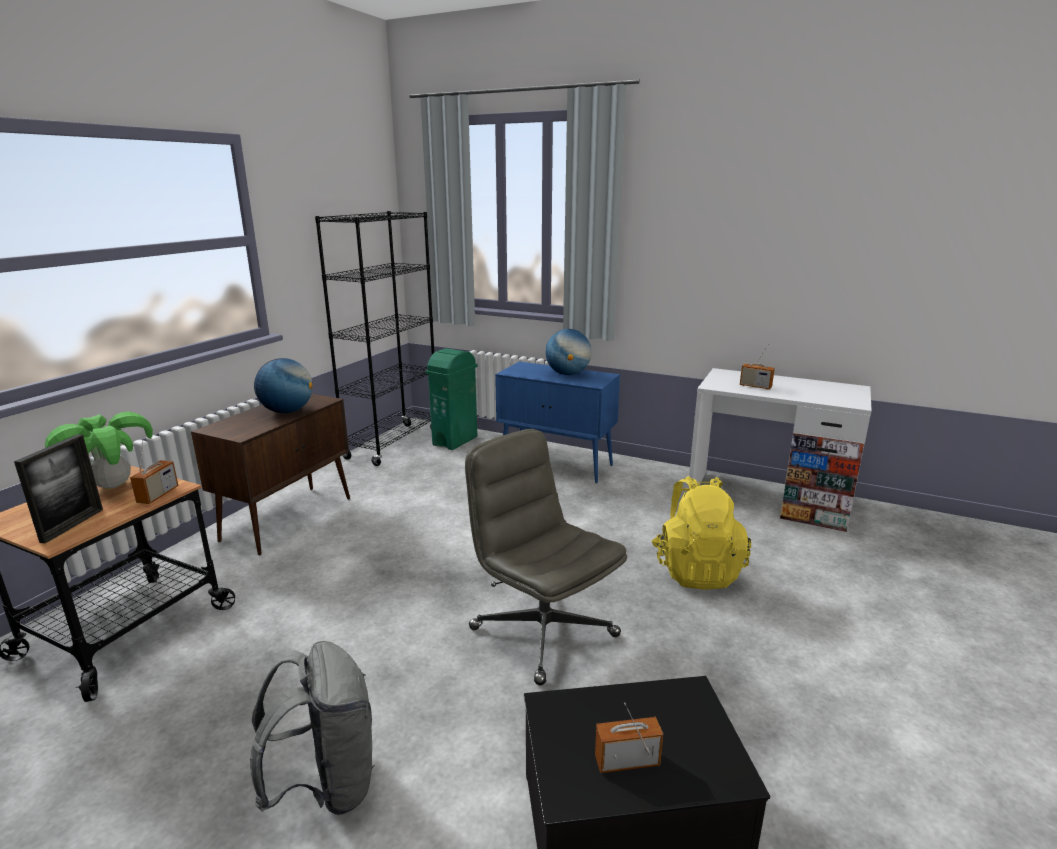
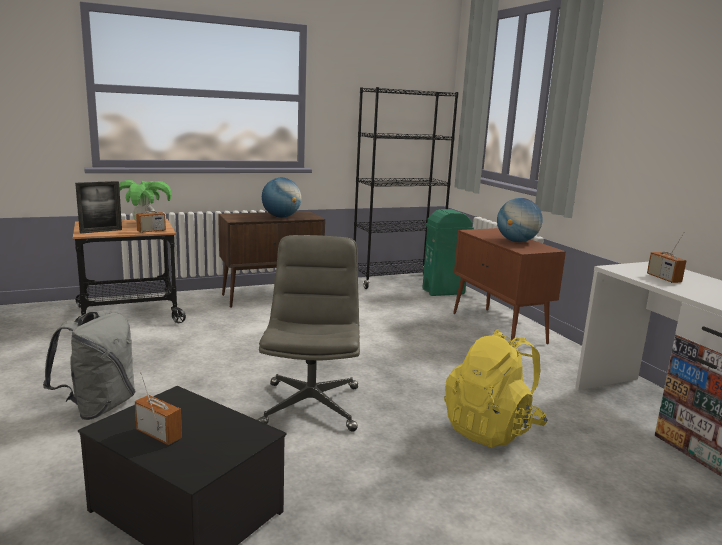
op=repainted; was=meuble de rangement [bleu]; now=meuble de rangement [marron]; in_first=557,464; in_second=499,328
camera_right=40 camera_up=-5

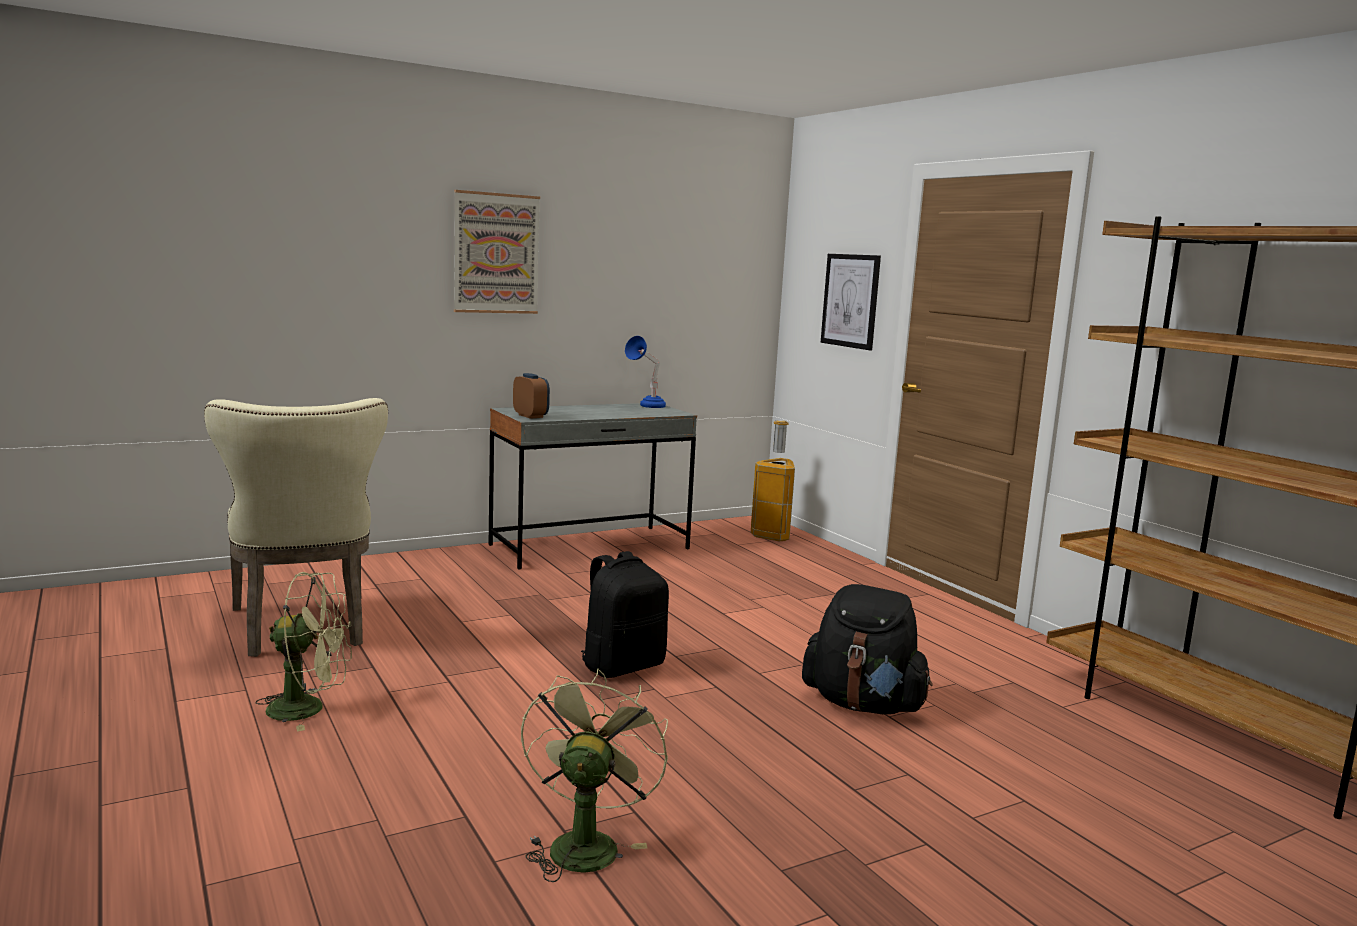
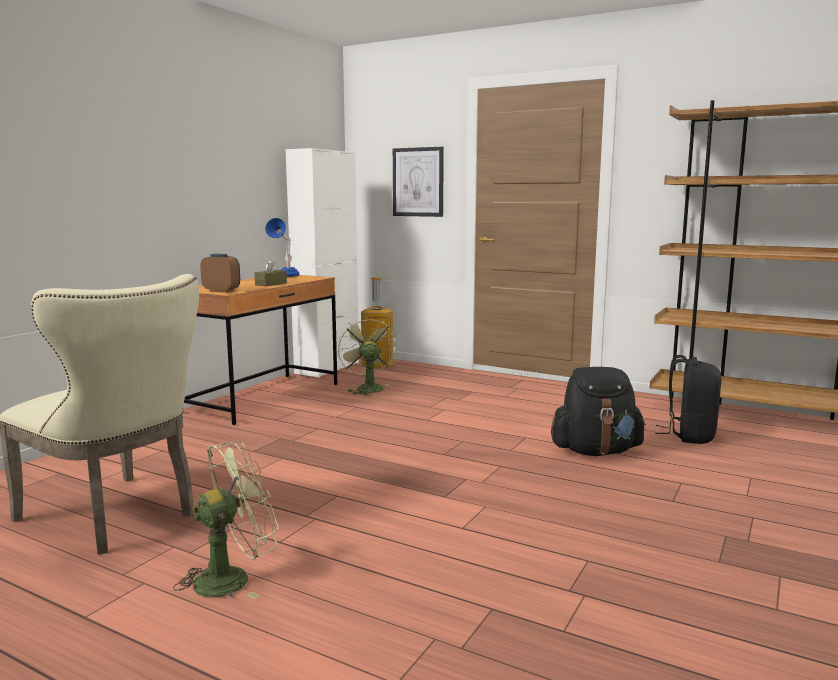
op=repainted; was=bureau [gris]; now=bureau [marron]; in_first=590,547; in_second=264,398
op=new; now=boîte à mouchoirs [marron]; in_second=271,284
op=new; now=meuble de rangement [blanc]; in_second=327,368
op=shifted; was=ventilateur [vert]; in_first=585,843; in_second=367,388
op=shifted; was=sac à dos [noir]; in_first=623,666; in_second=689,435
op=gone; was=tableau; in_first=496,253
camera_right=-30 camera_up=0

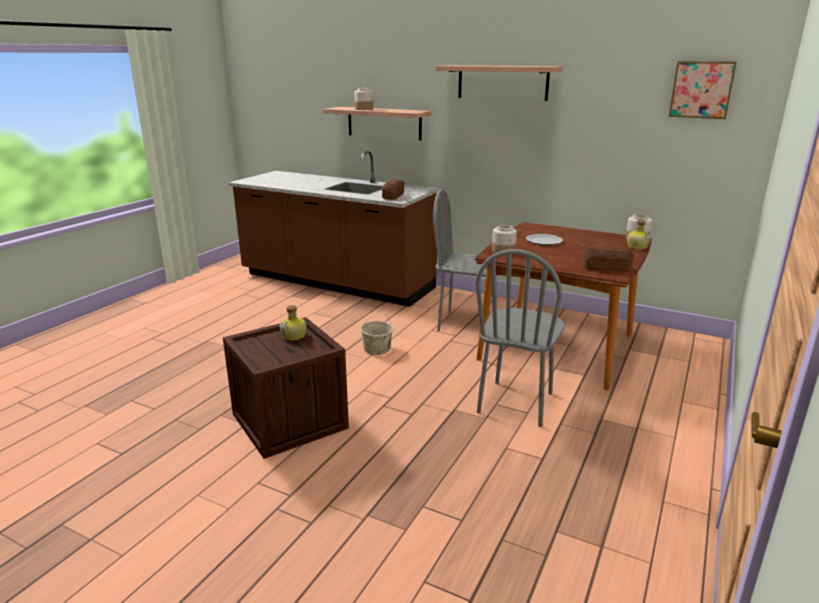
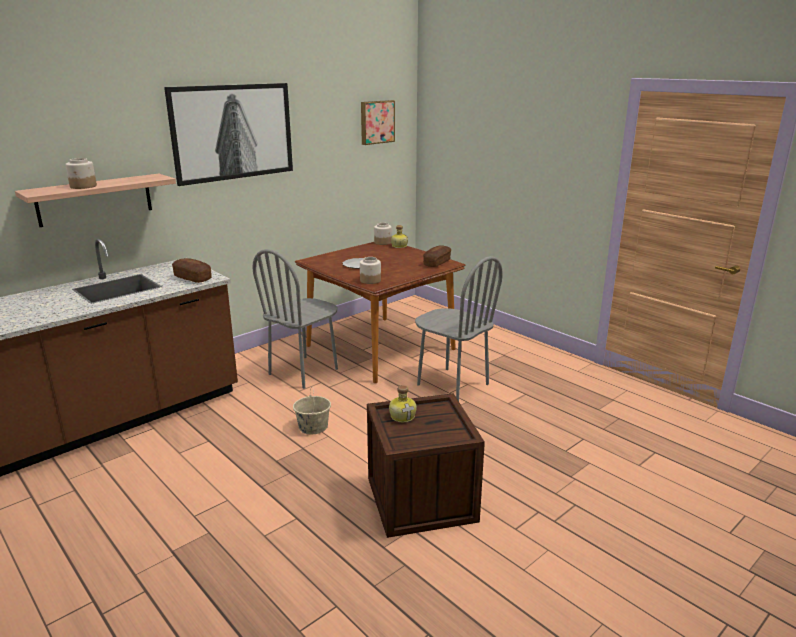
op=swapped; was=étagère; now=tableau; in_first=502,82; in_second=233,132
camera_right=-70 camera_up=0

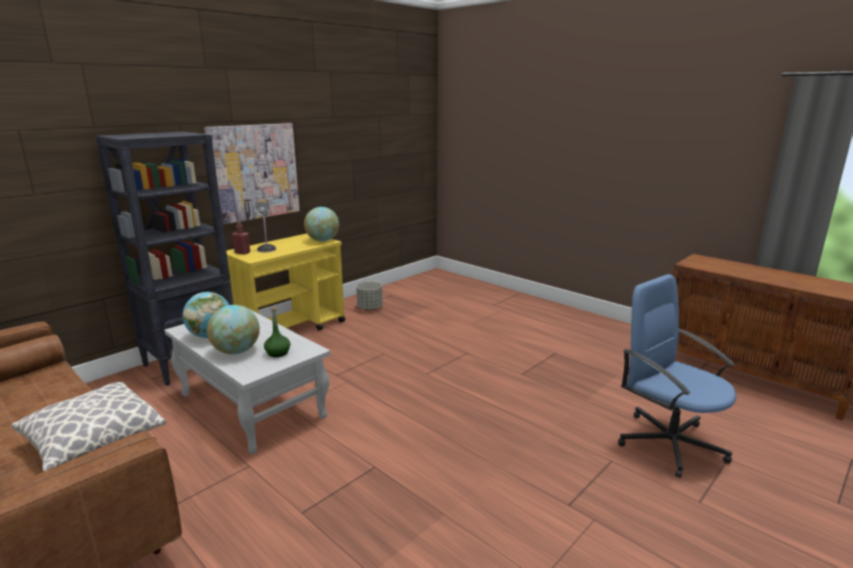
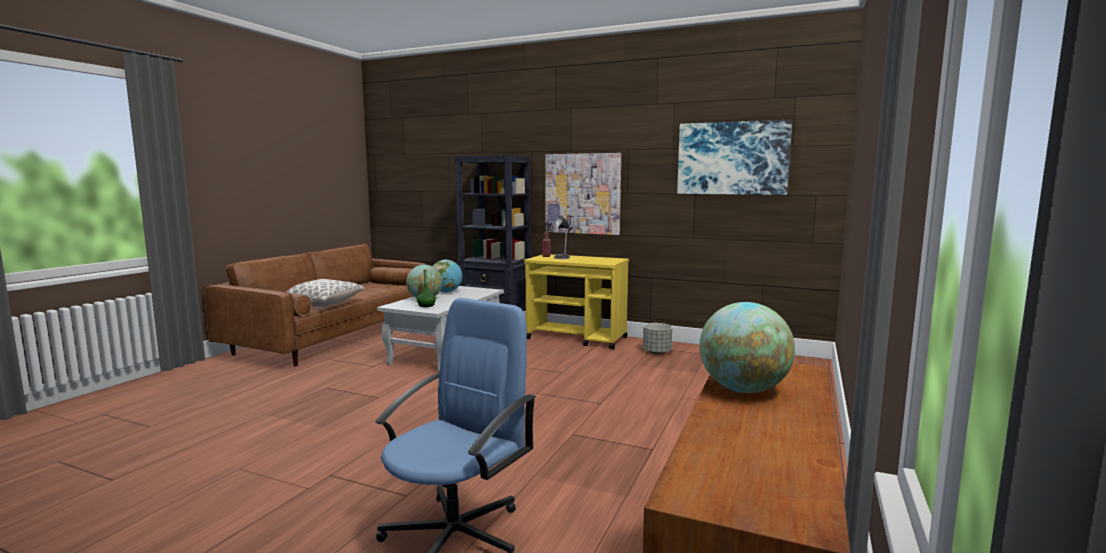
op=new; now=tableau; in_second=732,158
op=shifted; was=globe; in_first=322,240; in_second=743,390
camera_right=70 camera_up=-10

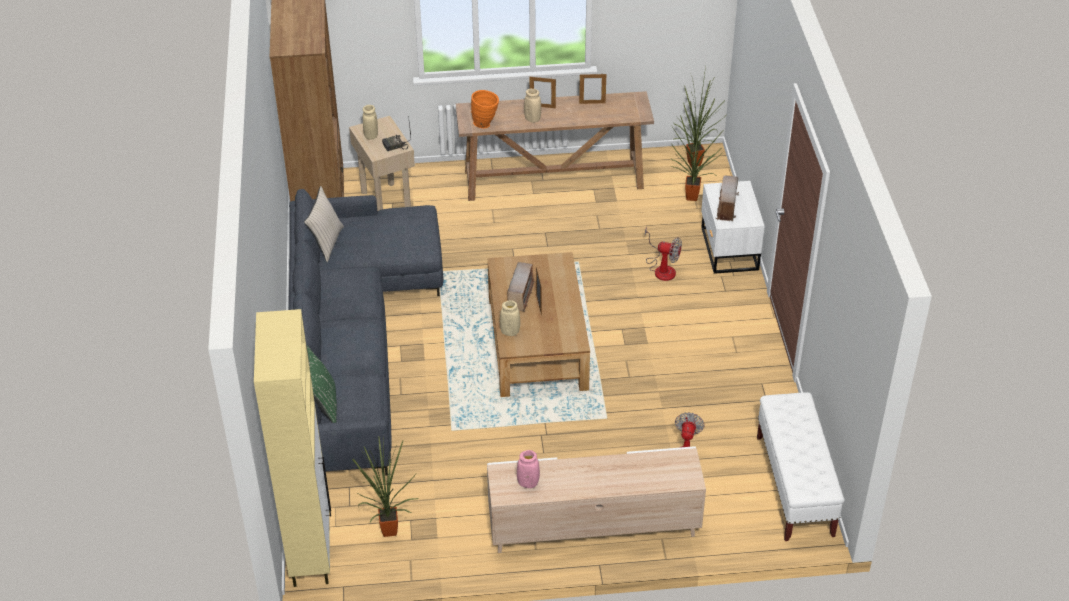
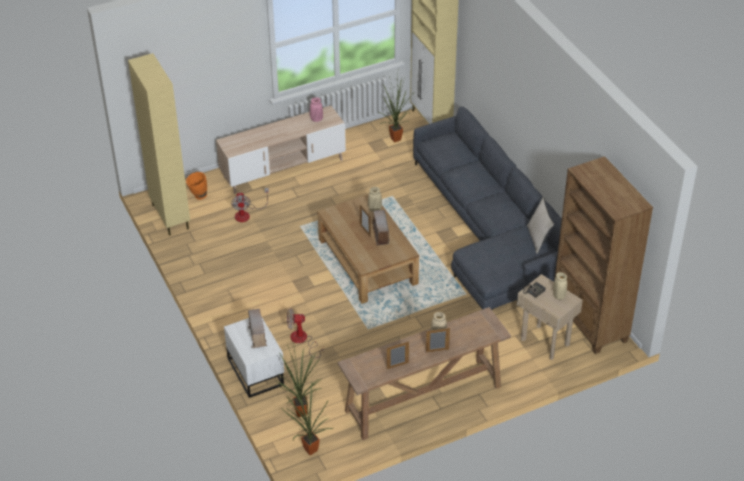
op=swapped; was=banc [blanc]; now=meuble de rangement [beige]; in_first=794,486; in_second=170,216
op=shifted; was=vase [orange]; in_first=486,124; in_second=198,196
op=gone; was=coussin [vert]; in_first=324,405
camera_right=160 camera_up=0

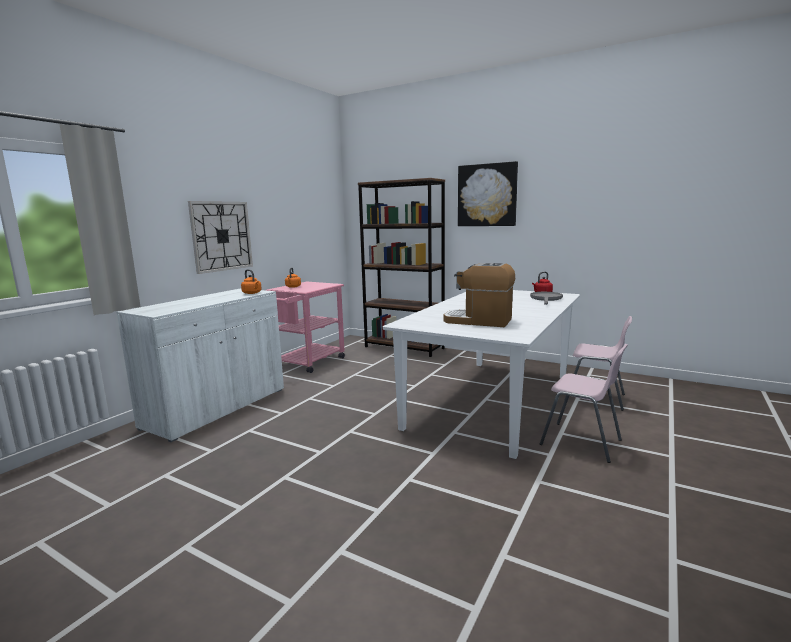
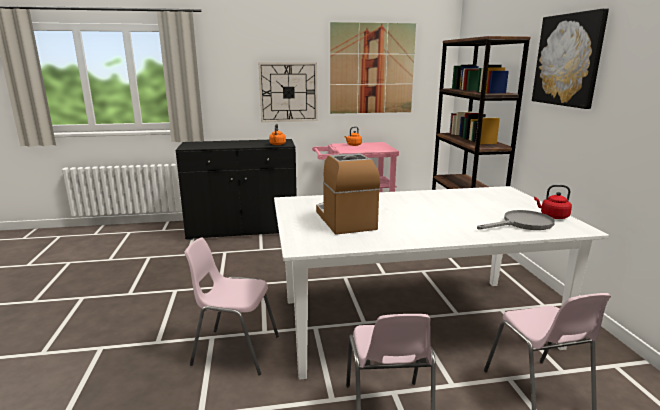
op=repainted; was=meuble de rangement [blanc]; now=meuble de rangement [noir]; in_first=217,408; in_second=243,229
op=new; now=chaise [rose]; in_second=235,350
op=new; now=tableau; in_second=372,69
camera_right=50 camera_up=5

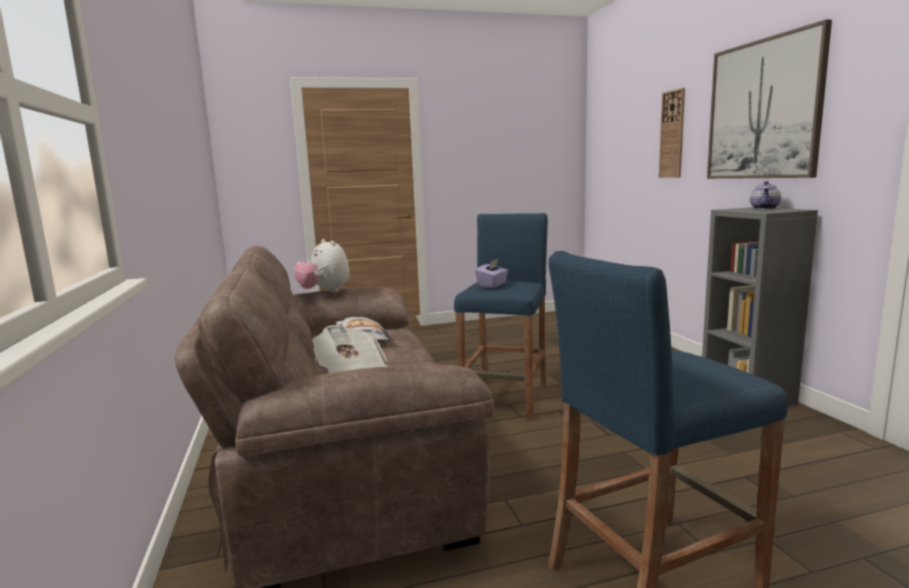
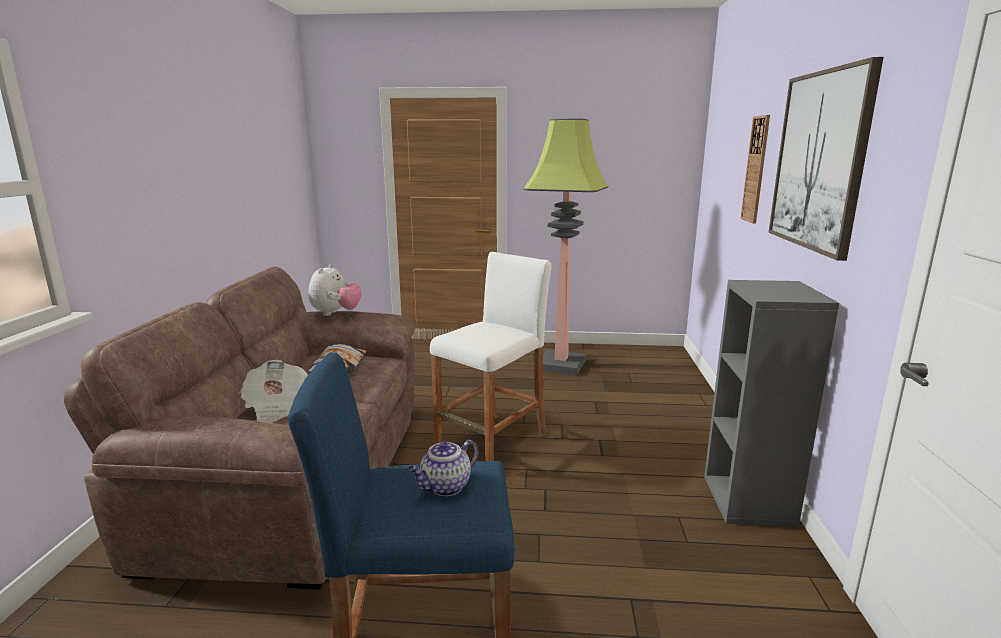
op=rotated; was=peluche; in_first=325,292; in_second=336,313; clockwise=-150
op=shifted; was=théière; in_first=764,208; in_second=445,487
op=repainted; was=tabouret [bleu]; now=tabouret [blanc]; in_first=506,397; in_second=492,442
op=new; now=lampadaire; in_second=561,365
op=gone; was=boîte à mouchoirs [violet]; in_first=492,285
camera_right=20 camera_up=5

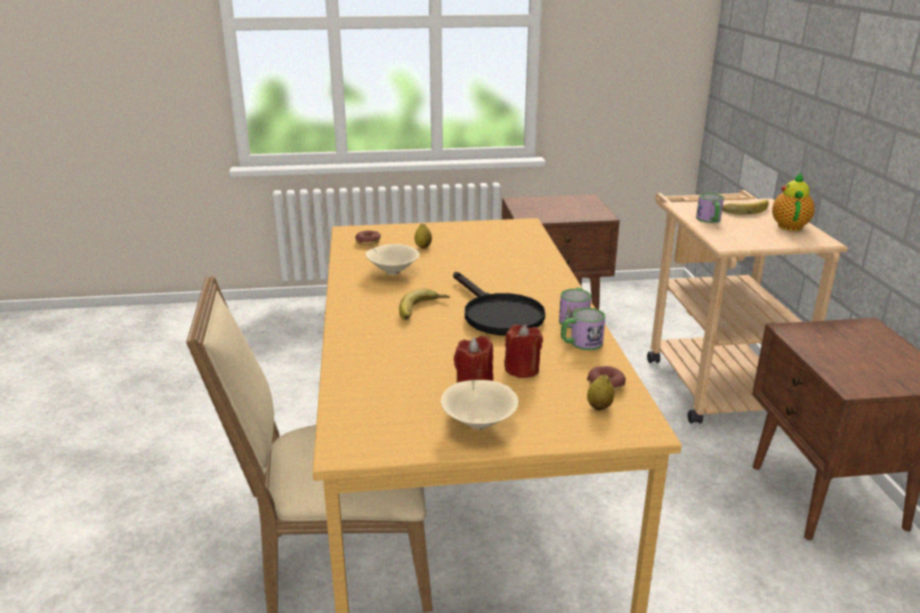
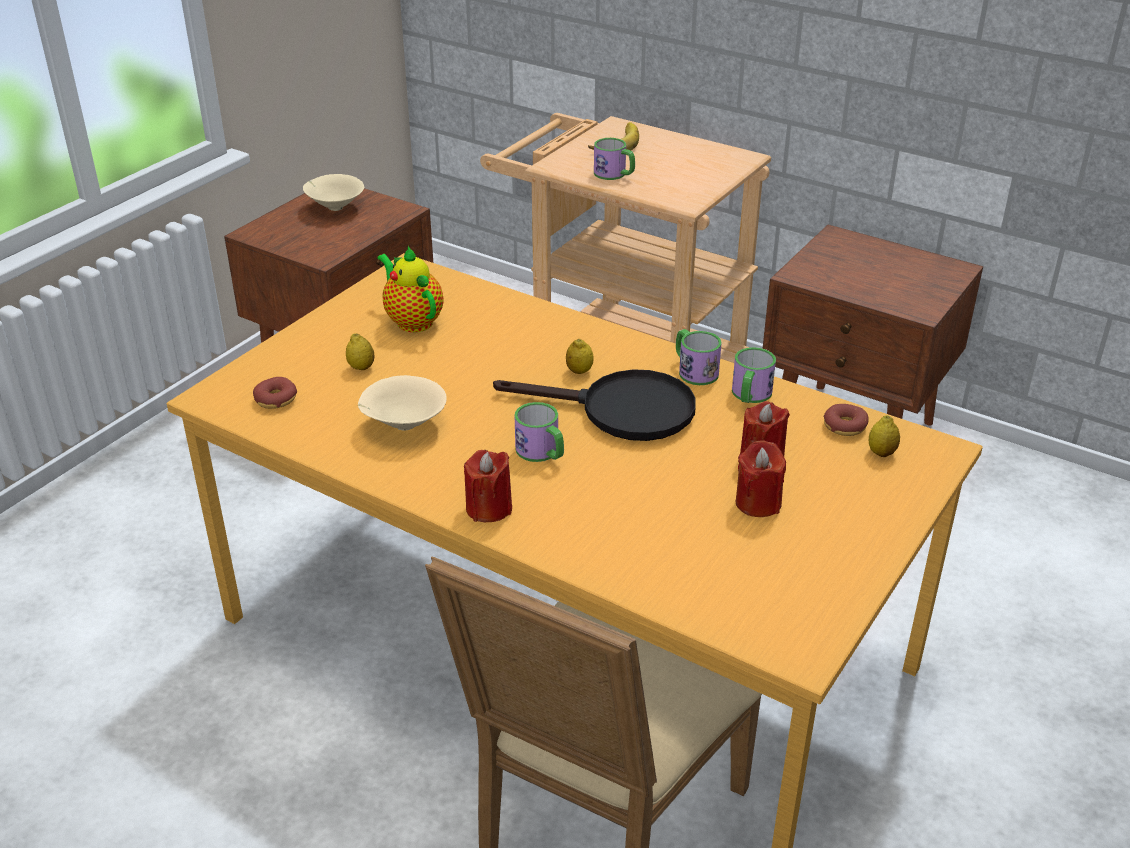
op=shifted; was=bol [beige]; in_first=479,423; in_second=334,207
op=shifted; was=théière; in_first=789,225; in_second=412,320
op=new; now=bougie [rouge]; in_second=489,508
op=swapped; was=banane; now=mug; in_first=423,310; in_second=542,453
op=new; now=citron; in_second=579,371
camera_right=-50 camera_up=10

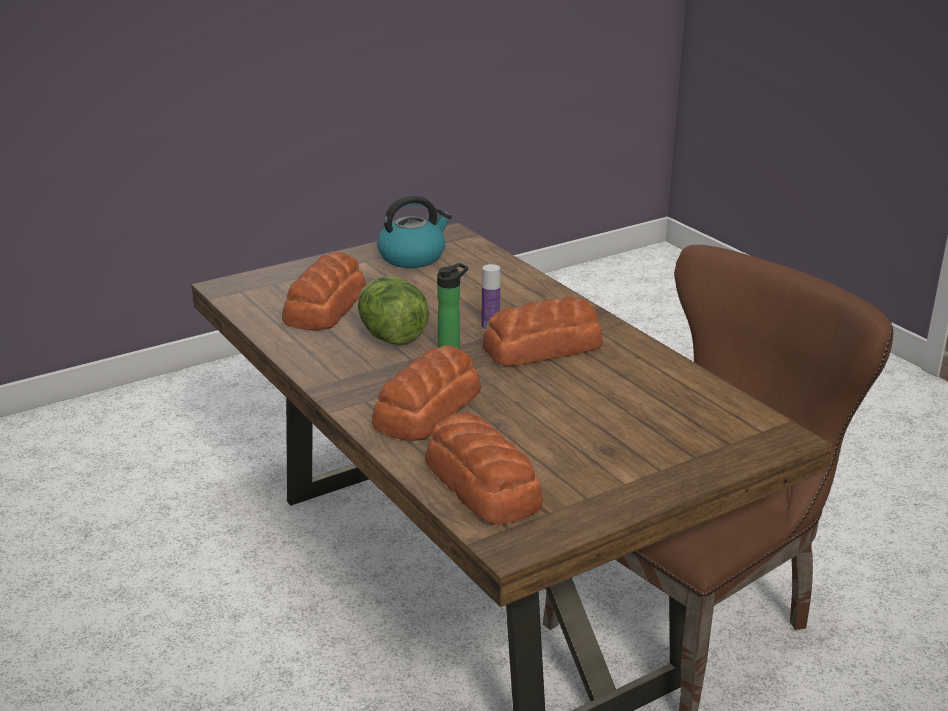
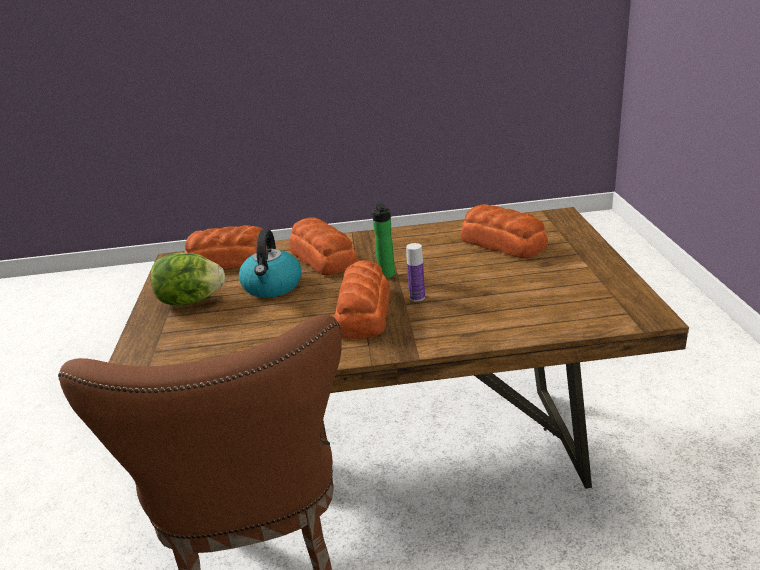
op=shifted; was=laitue; in_first=391,337; in_second=191,301
op=shifted; was=bouilloire; in_first=412,257; in_second=272,287
camera_right=120 camera_up=0

